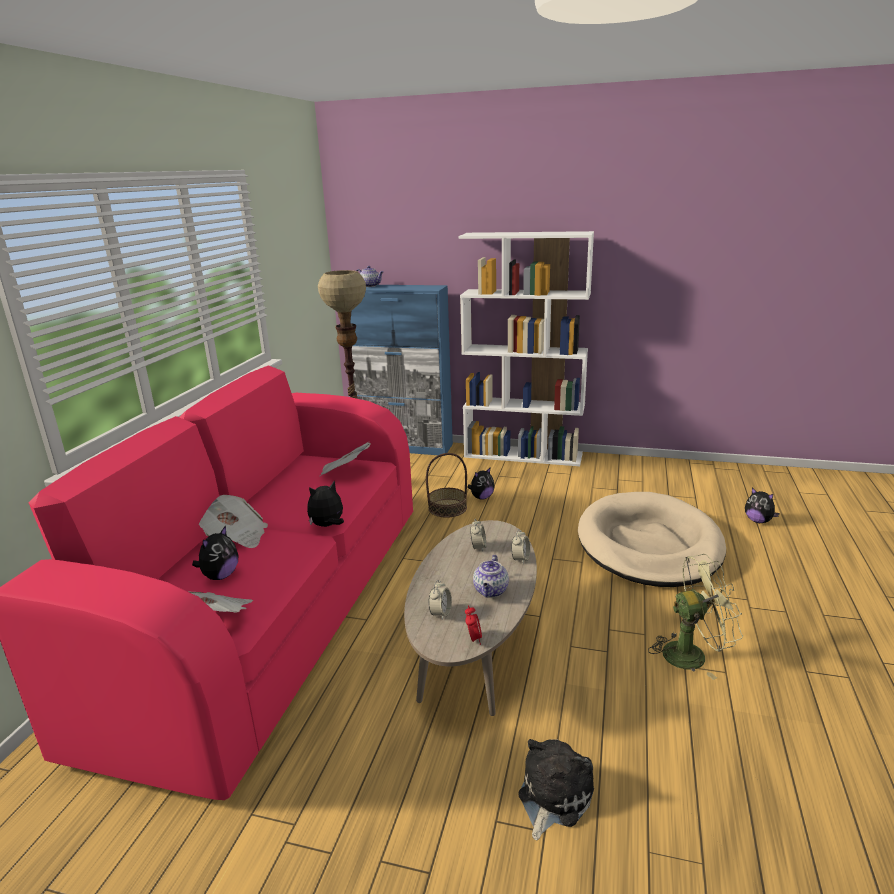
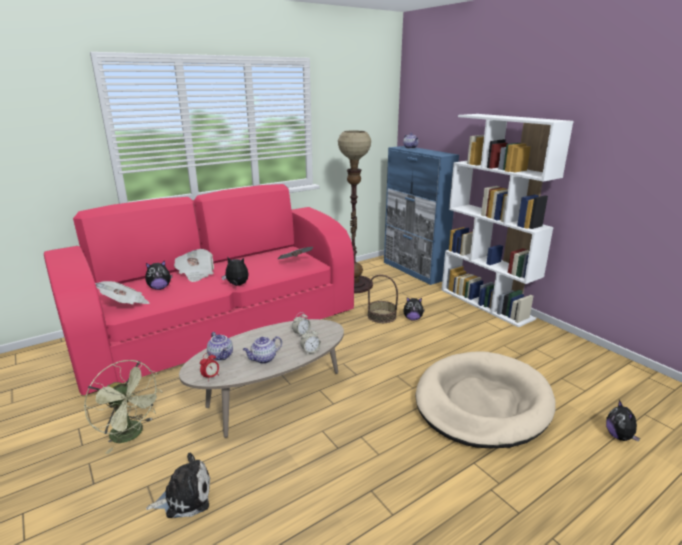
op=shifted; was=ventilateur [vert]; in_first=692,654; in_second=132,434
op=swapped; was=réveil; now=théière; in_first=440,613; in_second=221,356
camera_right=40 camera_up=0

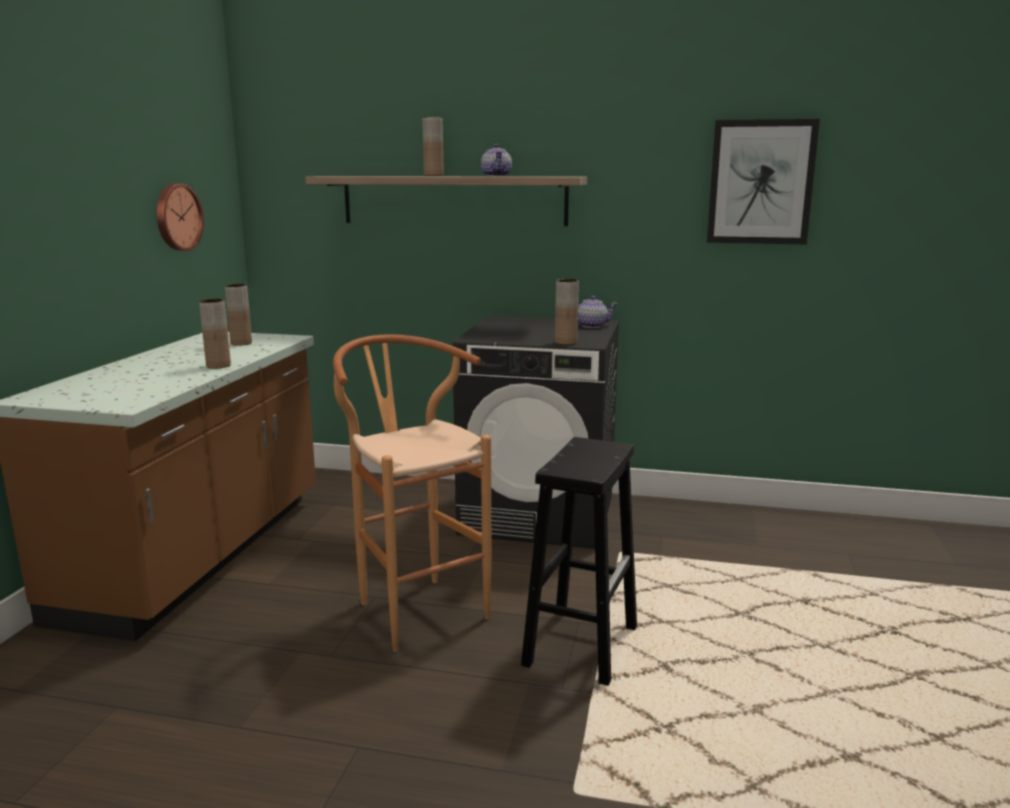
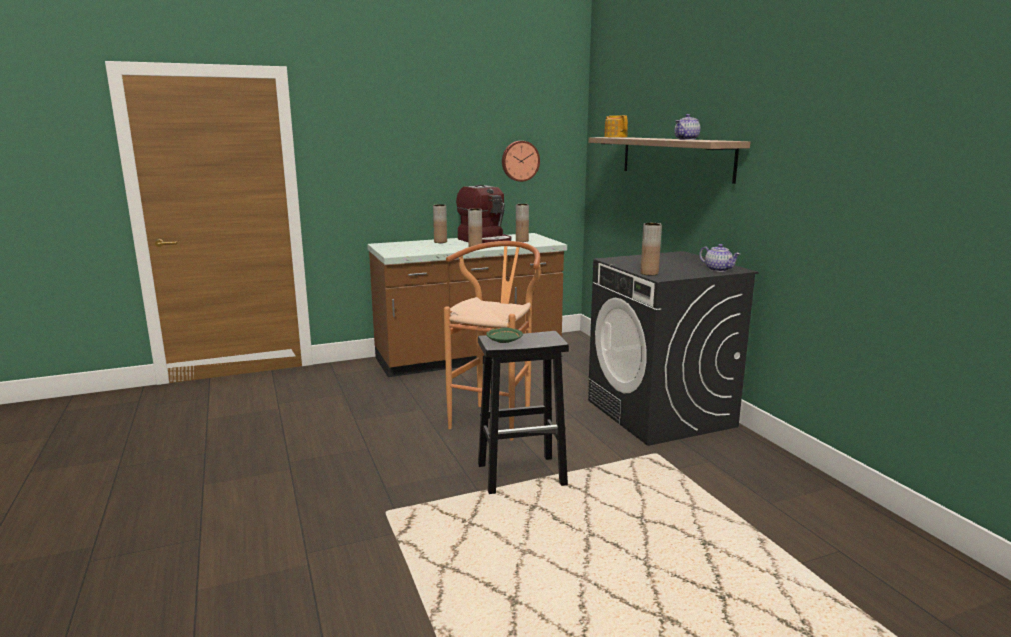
op=shifted; was=vase [marron]; in_first=433,176; in_second=440,242
op=new; now=machine à café; in_second=485,241
op=new; now=assiette [vert]; in_second=504,340
op=new; now=théière; in_second=615,137
op=gone; was=tableau; in_first=760,182
camera_right=55 camera_up=0

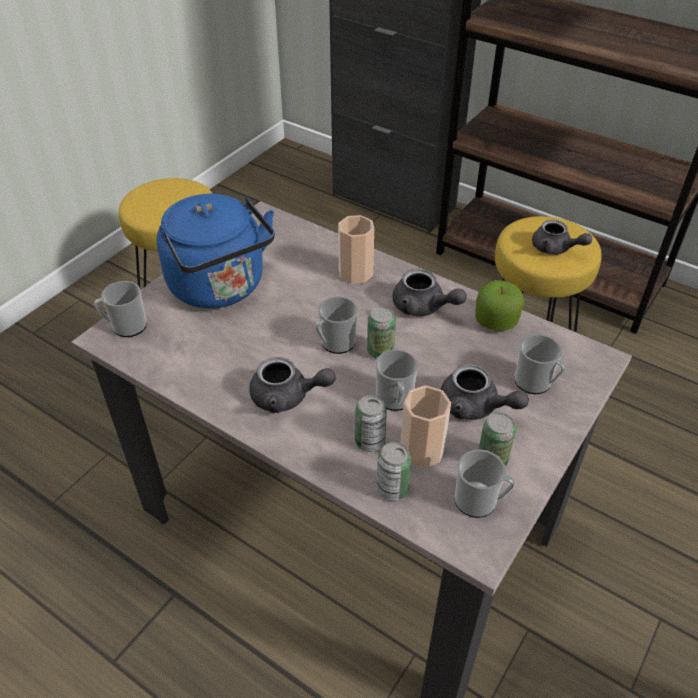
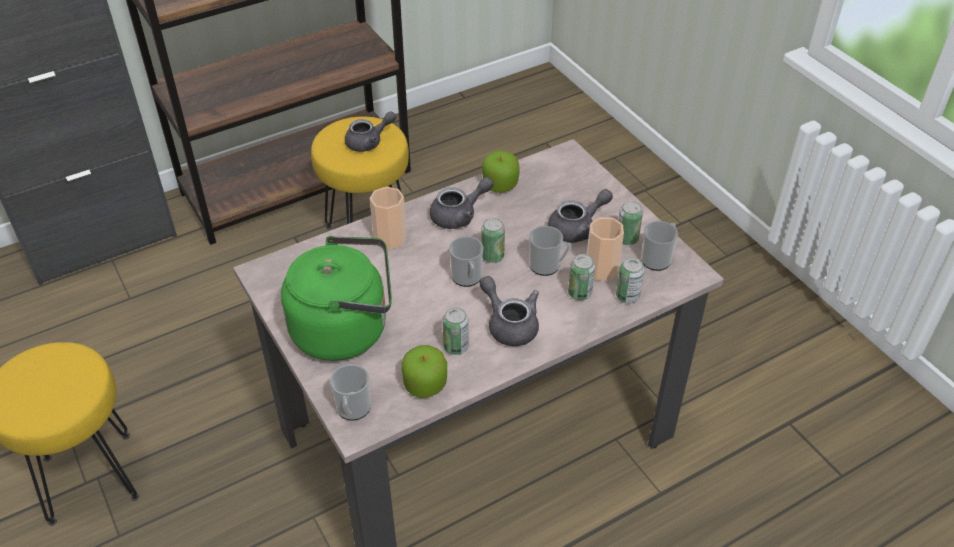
op=repainted; was=bouilloire [bleu]; now=bouilloire [vert]; in_first=221,288; in_second=346,329
op=new; now=pomme; in_second=425,384
op=new; now=boîte métallique; in_second=456,347
op=rotated; was=théière [gris]; in_first=287,397; in_second=509,324; clockwise=-75
op=gone; was=mug; in_first=536,383
camera_right=-65 camera_up=0

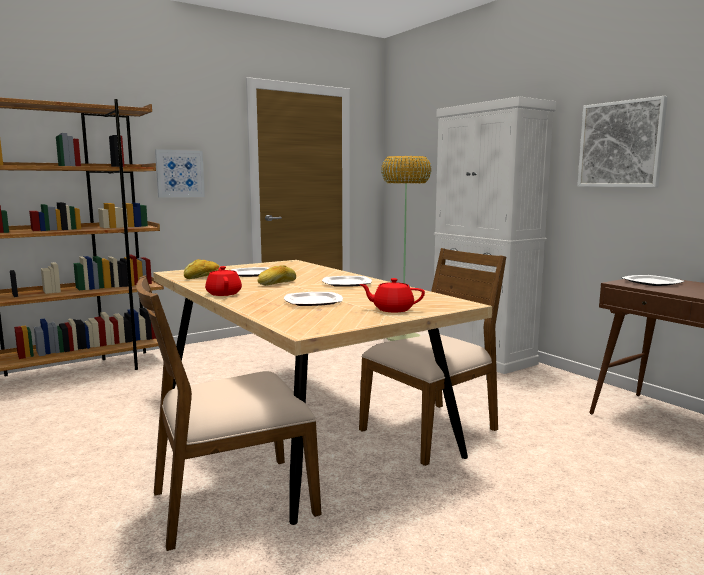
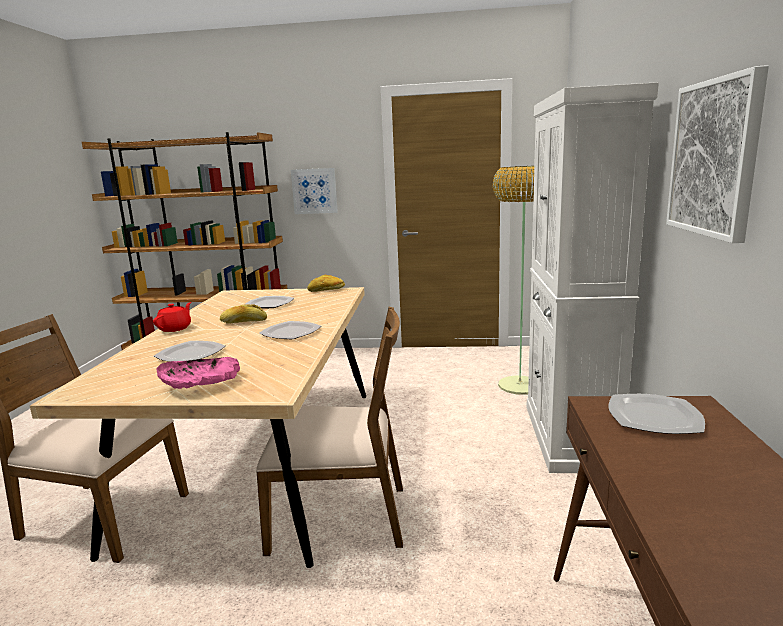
op=swapped; was=théière [rouge]; now=bol [rose]; in_first=392,309; in_second=200,384
op=shifted; was=pain; in_first=202,276; in_second=326,290
camera_right=40 camera_up=5

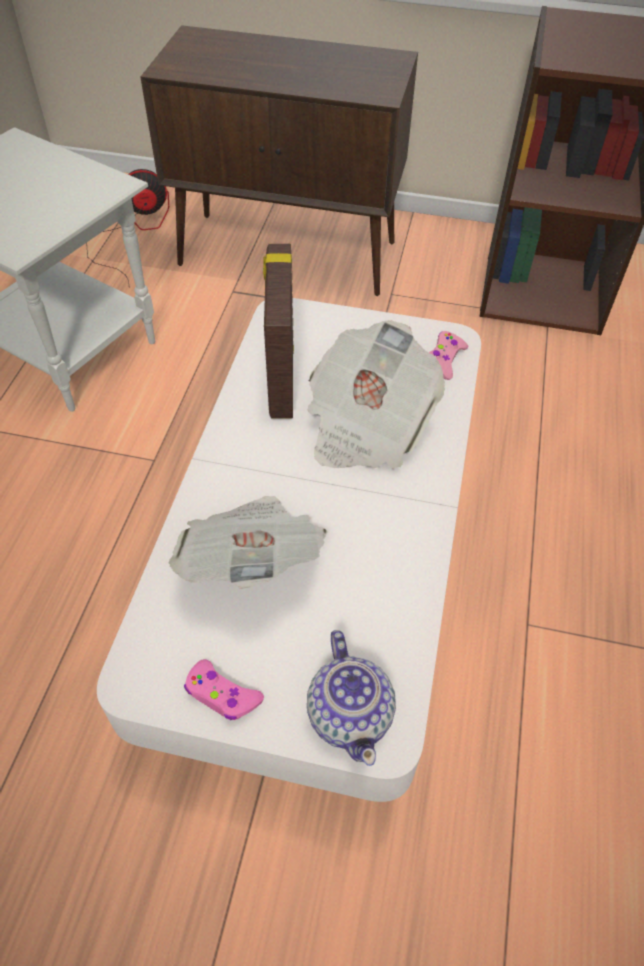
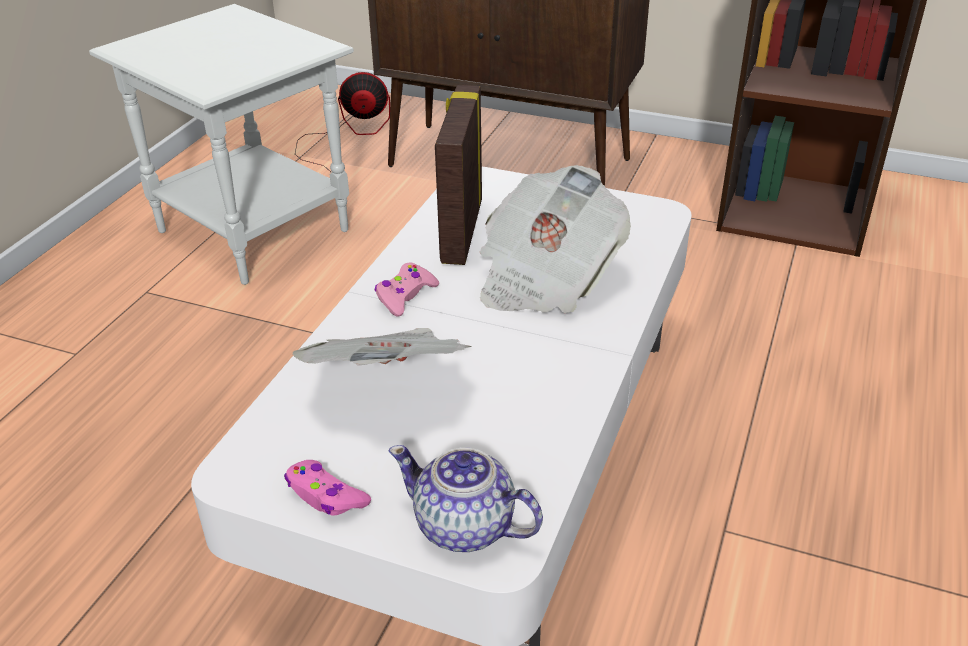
op=shifted; was=manette [rose]; in_first=445,360; in_second=405,296
op=rotated; was=théière; in_first=350,714; in_second=465,527; clockwise=120
camera_right=10 camera_up=-15

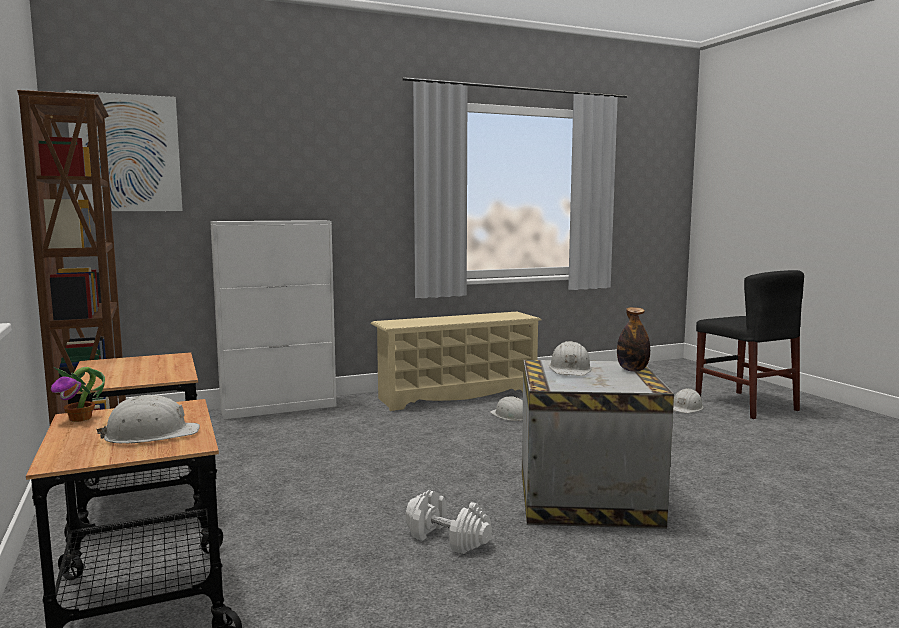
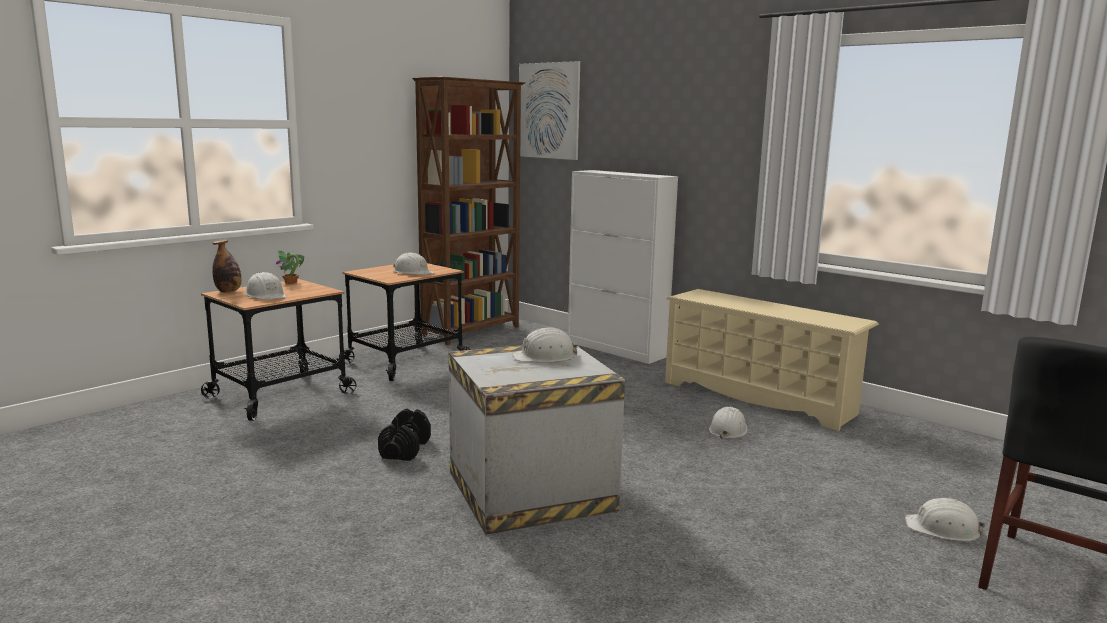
op=shifted; was=bouteille; in_first=632,370; in_second=228,291
op=repainted; was=haltère [blanc]; now=haltère [noir]; in_first=448,538; in_second=405,449
op=new; now=casque de chantier [blanc]; in_second=413,272
camera_right=65 camera_up=5

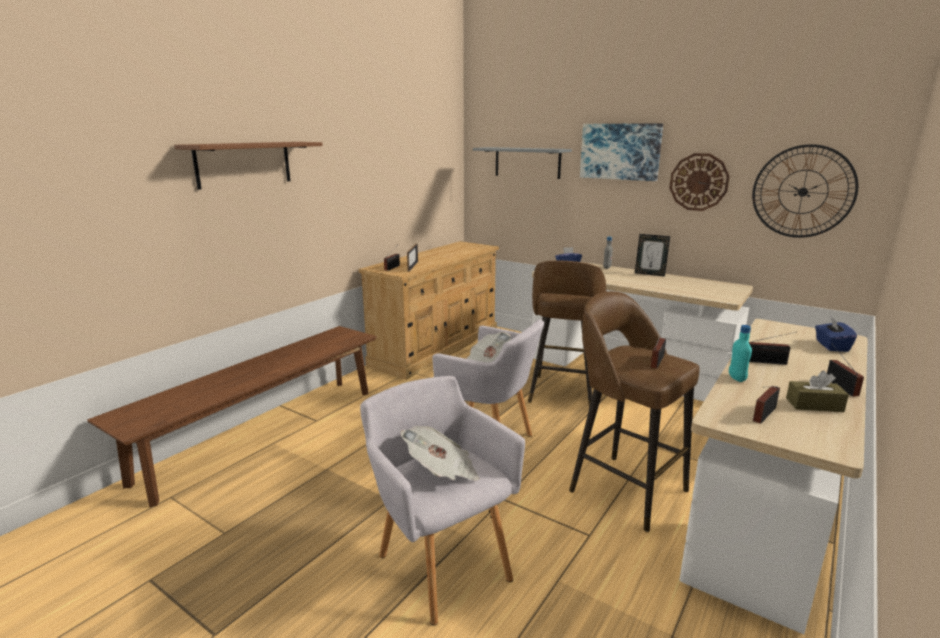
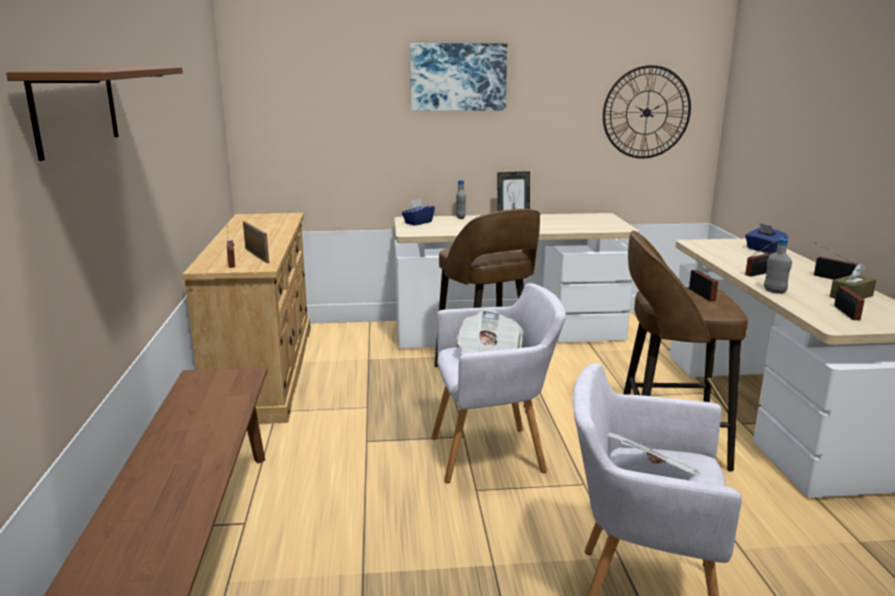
op=repainted; was=bouteille [turquoise]; now=bouteille [gris]; in_first=736,378; in_second=774,291
op=gone; was=étagère [gris]; in_first=527,162
op=gone; was=horloge murale; in_first=698,182
camera_right=-40 camera_up=0

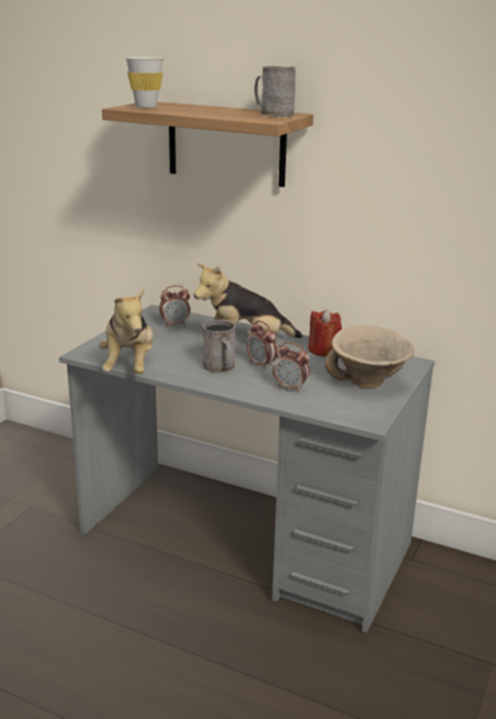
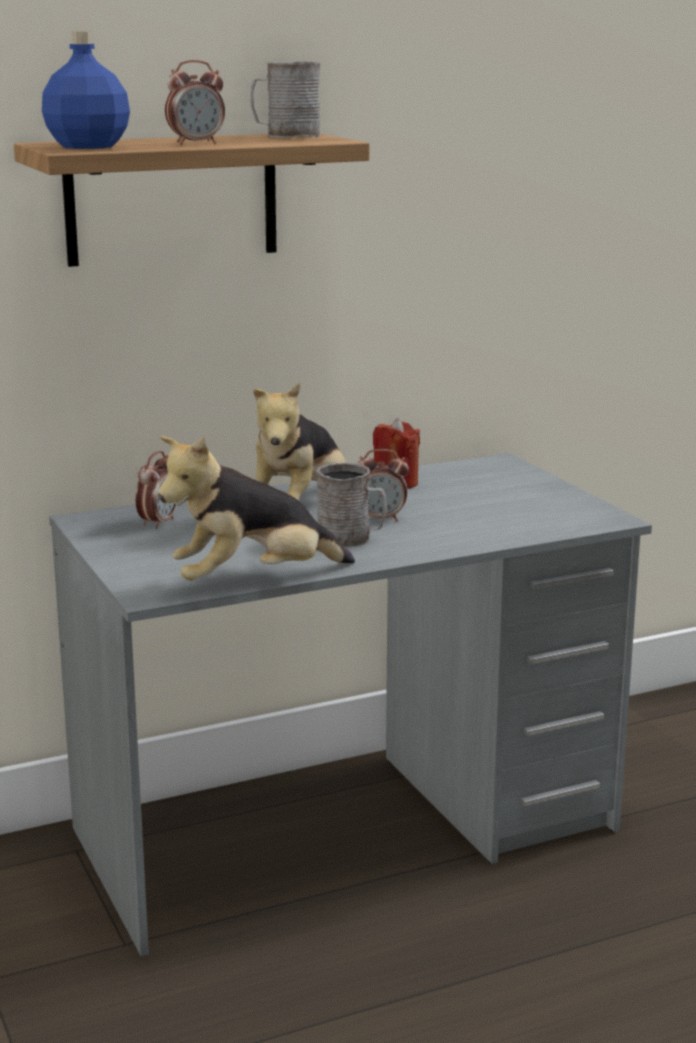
op=swapped; was=tasse [blanc]; now=bouteille [bleu]; in_first=146,107; in_second=88,146
op=rotated; was=peluche; in_first=129,367; in_second=253,581; clockwise=120
op=shifted; was=réveil; in_first=290,388; in_second=196,144
op=gone; was=bol [beige]; in_first=369,384
camera_right=-50 camera_up=-5

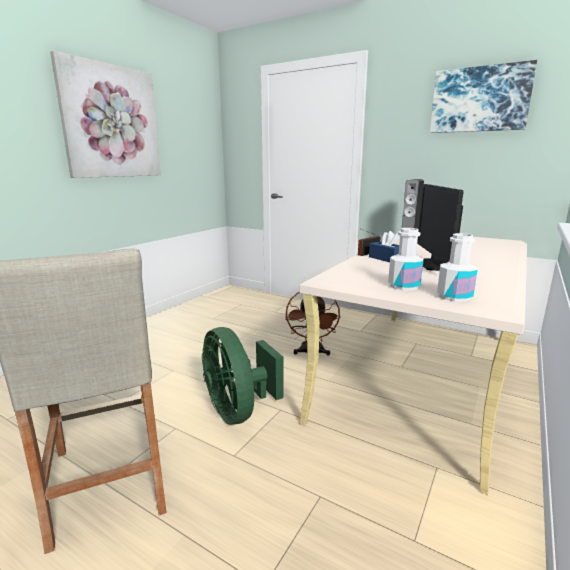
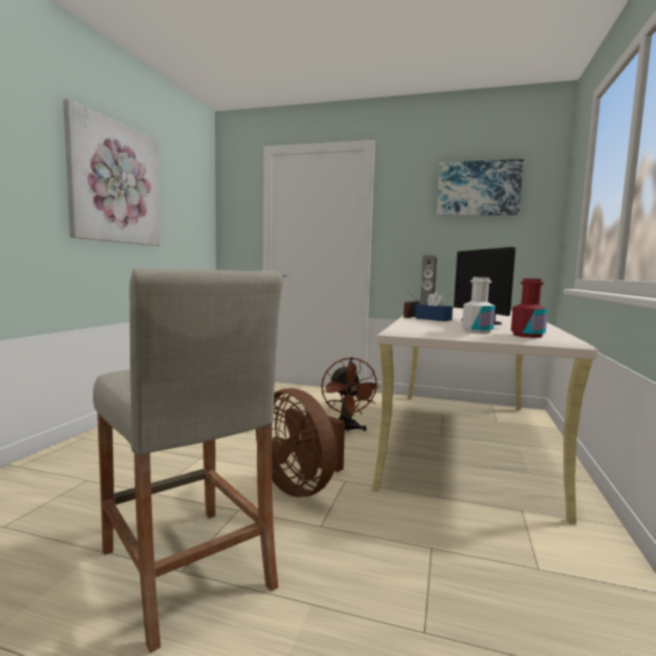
op=repainted; was=ventilateur [vert]; now=ventilateur [marron]; in_first=238,410; in_second=300,486
op=repainted; was=bouteille [blanc]; now=bouteille [rouge]; in_first=454,297; in_second=527,335
camera_right=-15 camera_up=-10

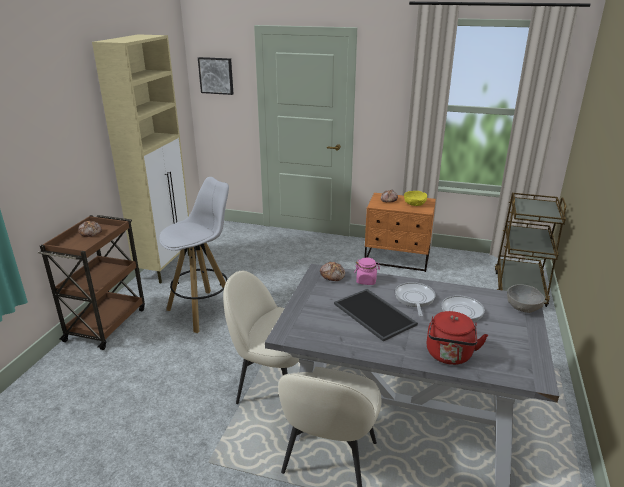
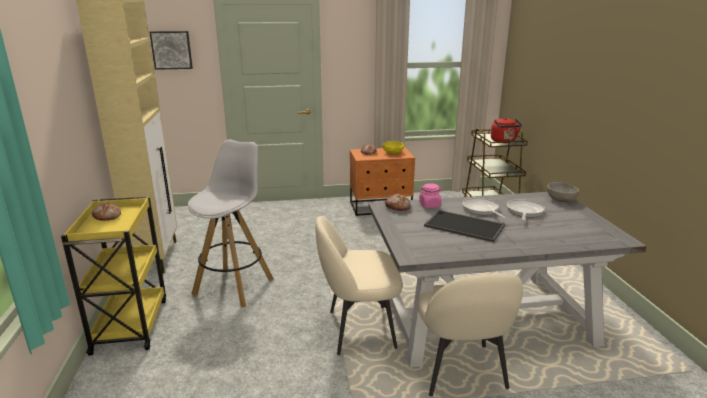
op=repainted; was=chariot [marron]; now=chariot [jaune]; in_first=107,323; in_second=131,324
op=shifted; was=bouilloire [rouge]; in_first=449,356; in_second=504,141
camera_right=-25 camera_up=-5

